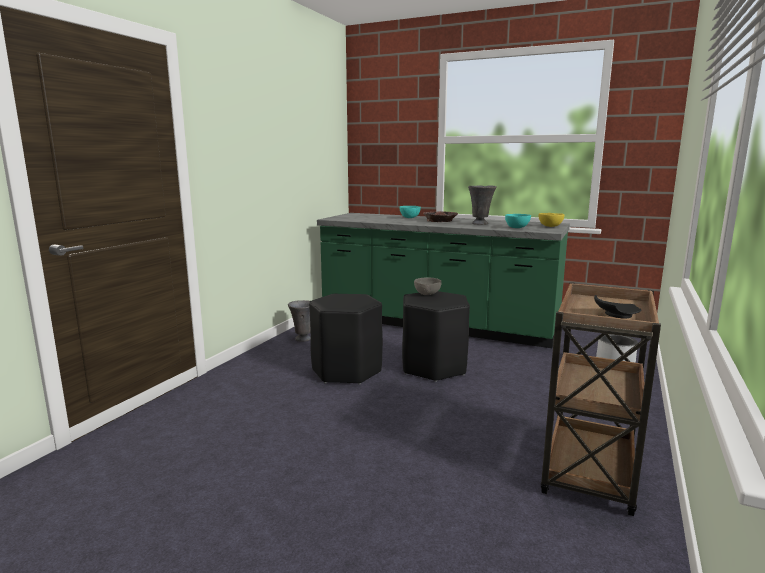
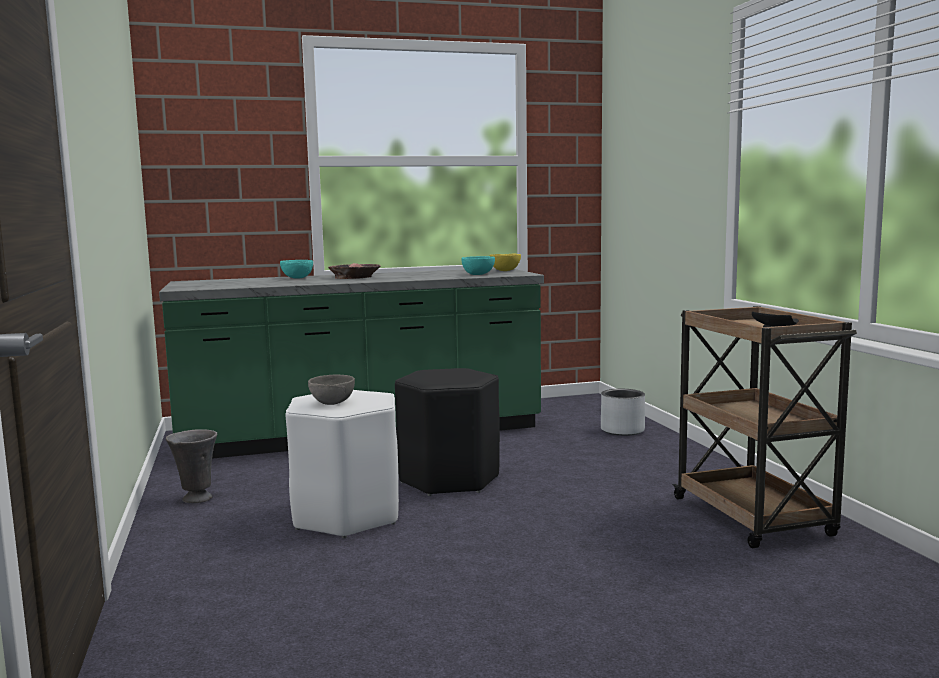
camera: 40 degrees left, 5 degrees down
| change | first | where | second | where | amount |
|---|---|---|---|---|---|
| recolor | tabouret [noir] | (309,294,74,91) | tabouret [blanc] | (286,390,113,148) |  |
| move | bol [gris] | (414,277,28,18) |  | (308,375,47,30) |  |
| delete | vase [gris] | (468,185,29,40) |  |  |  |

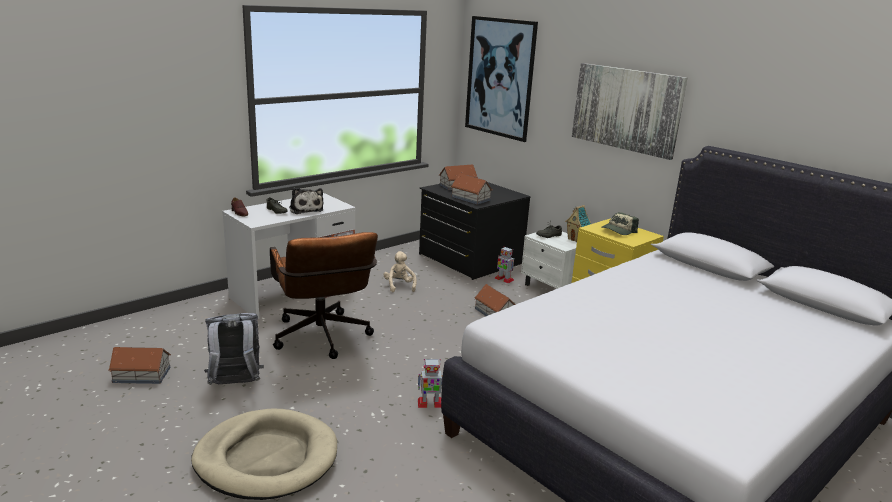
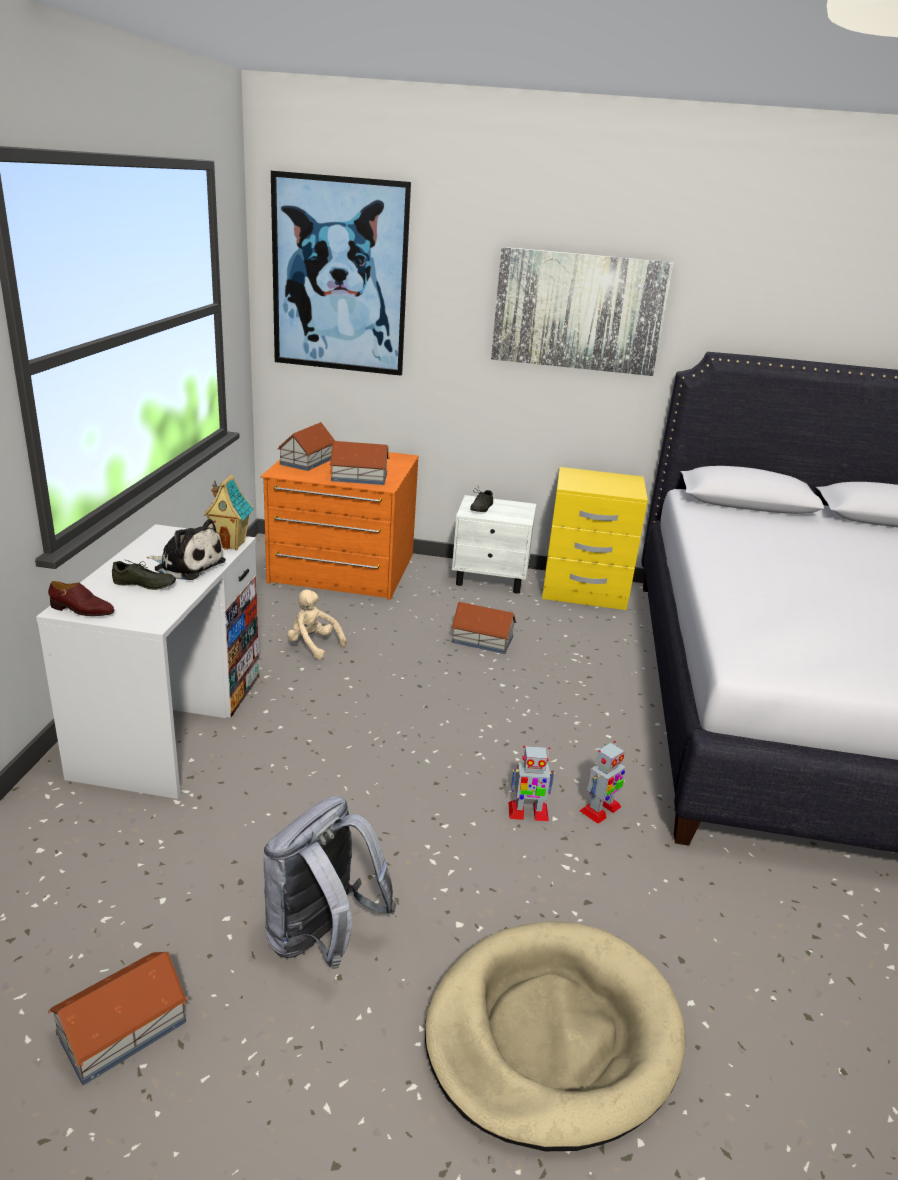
camera: 40 degrees left, 5 degrees up
| change | first | where | second | where | amount |
|---|---|---|---|---|---|
| delete | chaise de bureau [marron] | (270,232,108,127) |  |  |  |
| recolor | commode [noir] | (419,182,112,98) | commode [orange] | (261,452,158,148) |  |
| move | robot jouet | (495,246,19,37) |  | (508,746,47,75) |  |
| move | maison miniature | (565,205,26,37) |  | (203,474,51,76) |  |
| delete | casquette | (601,212,38,23) |  |  |  |

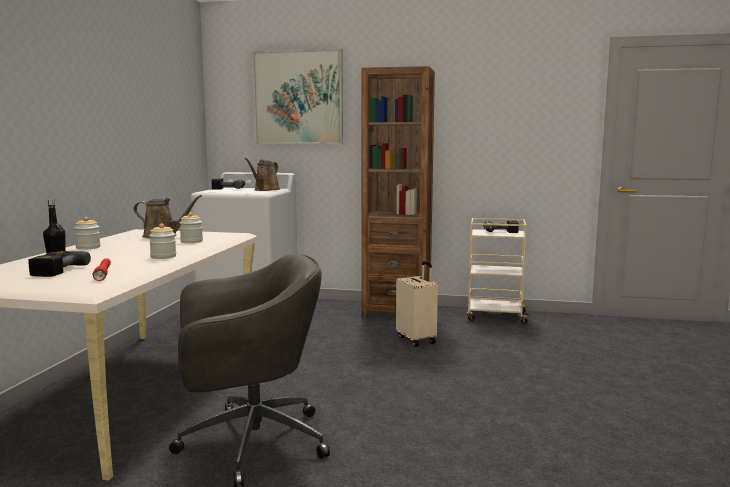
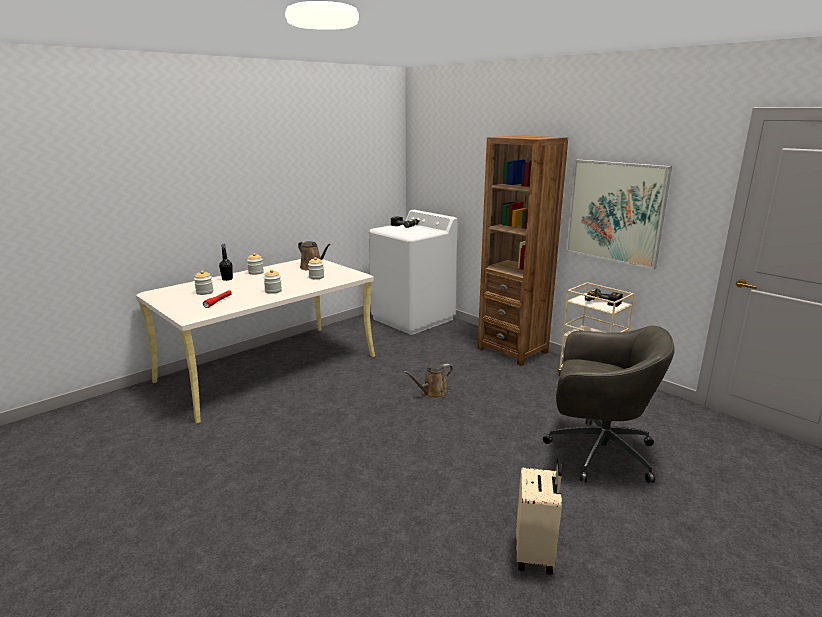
camera: 35 degrees right, 10 degrees up
| change | first | where | second | where | amount |
|---|---|---|---|---|---|
| replace | perceuse | (28,251,63,26) | bocal | (194,271,19,24) |  |
| move | chaise de bureau [gris] | (169,254,161,233) |  | (543,325,132,158) |  |
| move | arrosoir [marron] | (244,158,36,33) |  | (404,364,49,34) |  |
| move | tableau | (252,48,91,96) |  | (566,159,106,110) |  |
| move | valise [beige] | (396,261,42,86) |  | (516,459,46,116) |  |

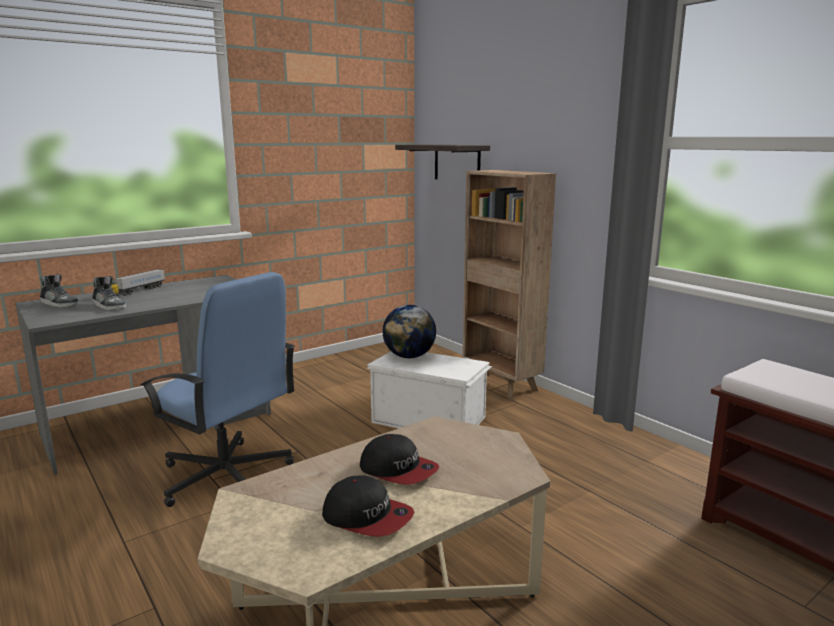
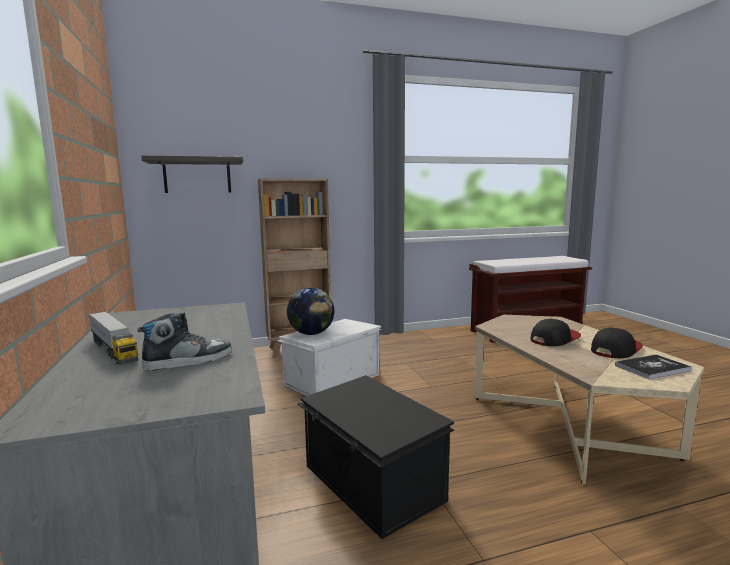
camera: 70 degrees left, 5 degrees down
| change | first | where | second | where | amount |
|---|---|---|---|---|---|
| delete | chaussure | (40,274,39,34) |  |  |  |
| replace | chaise de bureau [bleu] | (140,272,155,235) | boîte de rangement [noir] | (298,375,156,164) |  |
| insert |  |  | livre | (615,355,77,24) |  |

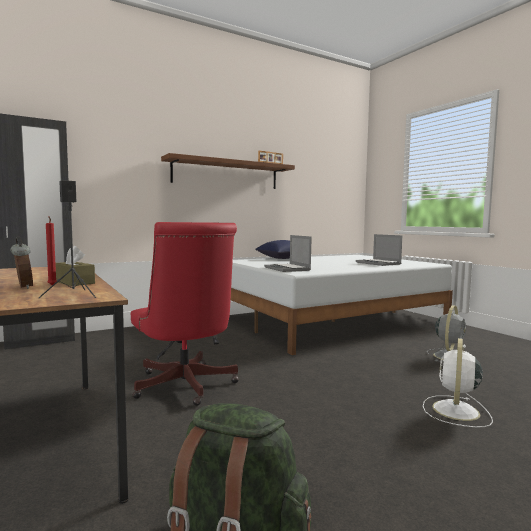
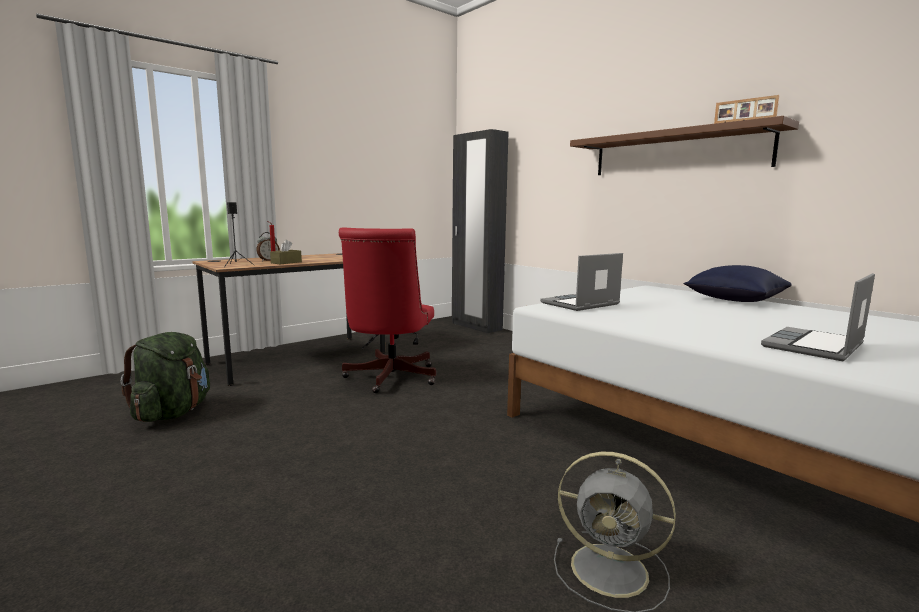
camera: 80 degrees right, 5 degrees up
| change | first | where | second | where | amount |
|---|---|---|---|---|---|
| rotate | chaise de bureau [rouge] | (131,222,108,184) |  | (339,227,97,166) | 45 degrees counterclockwise |
| delete | ventilateur [blanc] | (423,338,70,90) |  |  |  |

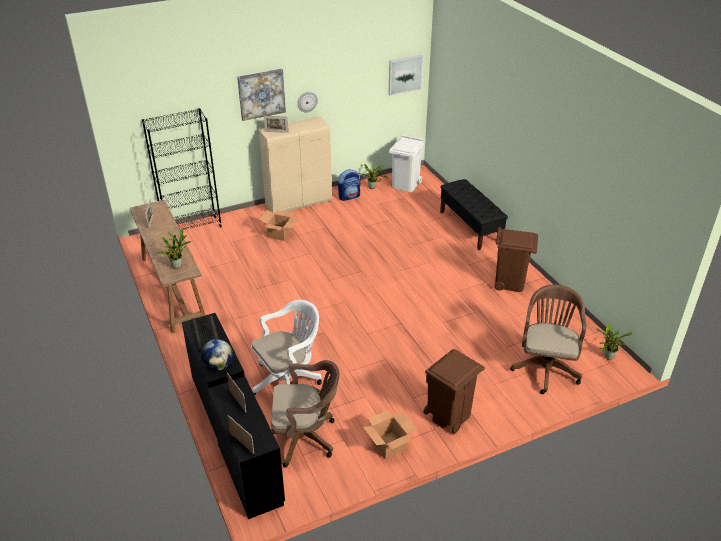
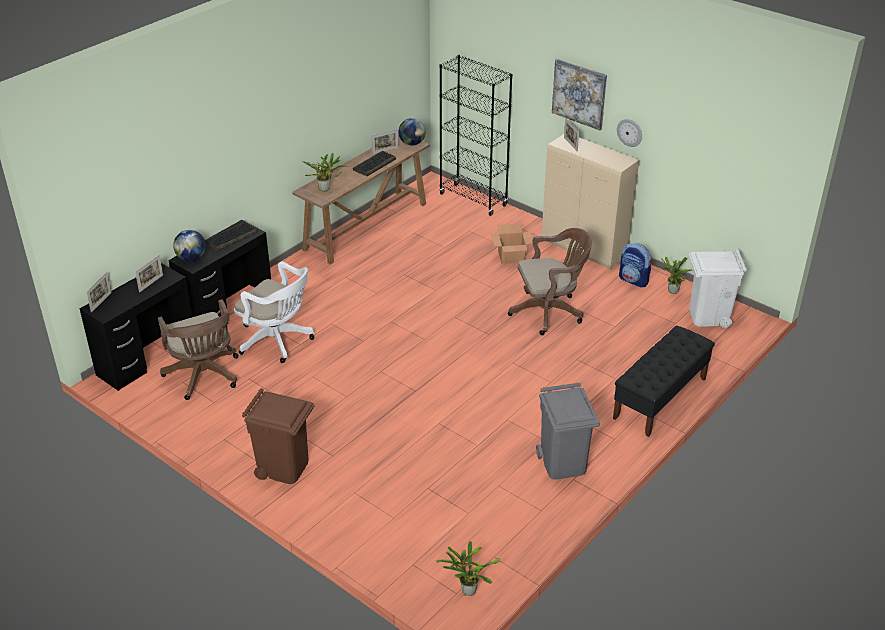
camera: 65 degrees right, 0 degrees up
| change | first | where | second | where | amount |
|---|---|---|---|---|---|
| delete | carton | (363,410,54,49) |  |  |  |
| delete | tableau | (388,55,35,41) |  |  |  |
| recolor | poubelle [marron] | (494,227,44,65) | poubelle [gris] | (536,382,64,98) |  |
| move | chaise de bureau [marron] | (510,284,76,110) |  | (508,228,84,107) |  |
| insert |  |  | clavier | (353,151,43,25) |  |
| insert |  |  | globe | (399,118,27,28) |  |

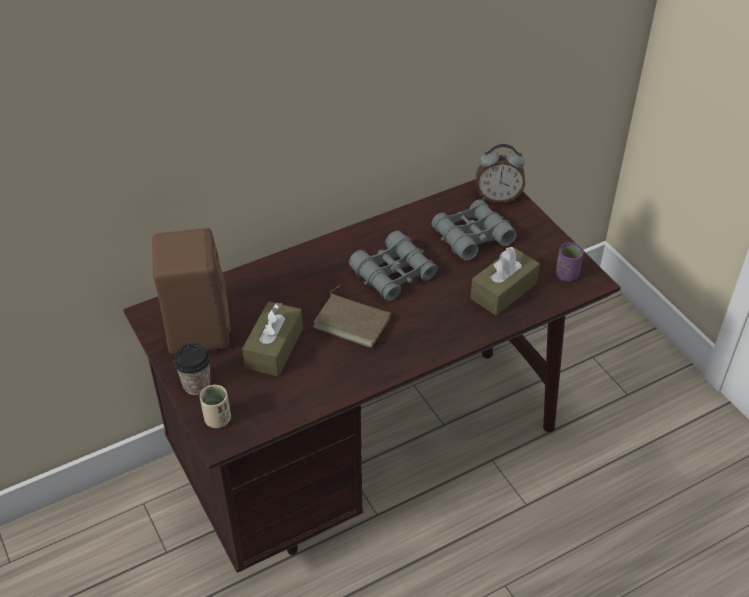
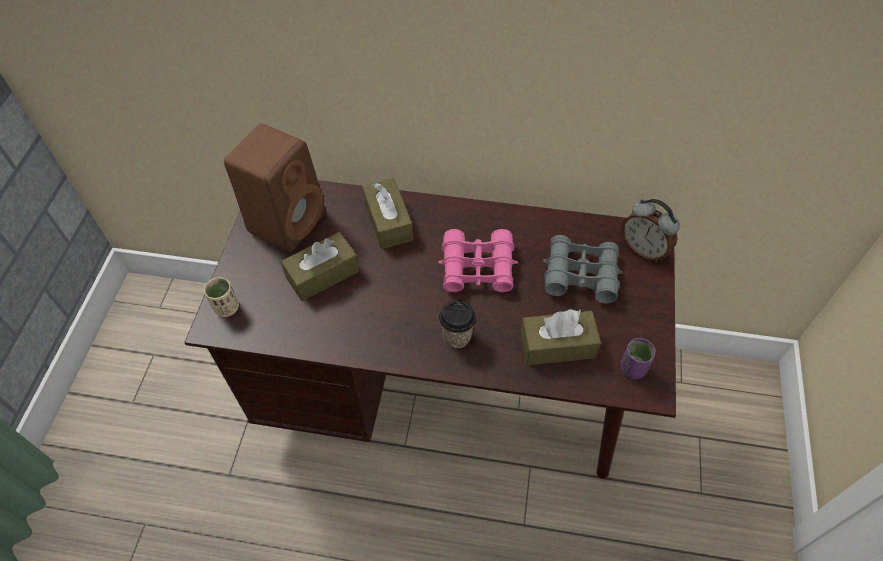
camera: 40 degrees right, 10 degrees up
| change | first | where | second | where | amount |
|---|---|---|---|---|---|
| move | tasse | (174,343,37,52) |  | (439,300,37,48) |  |
| delete | livre [marron] | (313,285,78,63) |  |  |  |
| recolor | jumelles [gris] | (349,230,89,72) | jumelles [rose] | (438,229,80,63) |  |
| insert |  |  | boîte à mouchoirs [marron] | (362,178,51,71) |  |

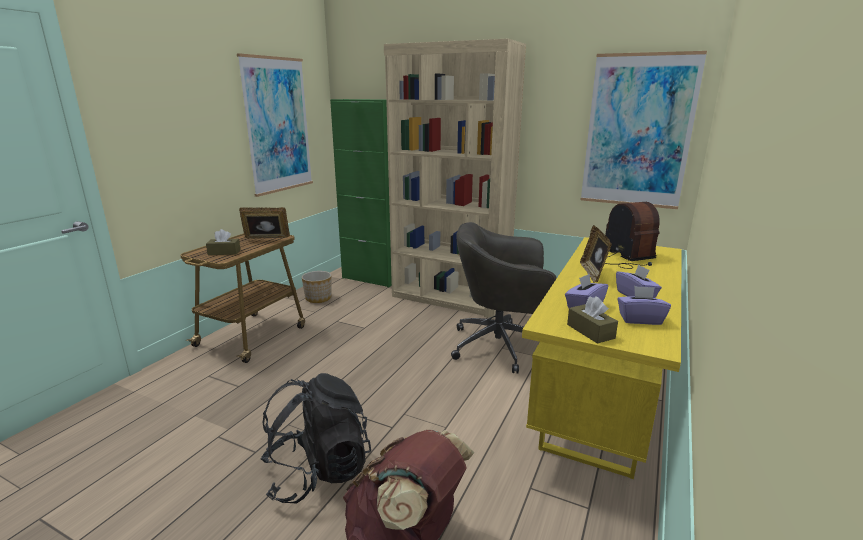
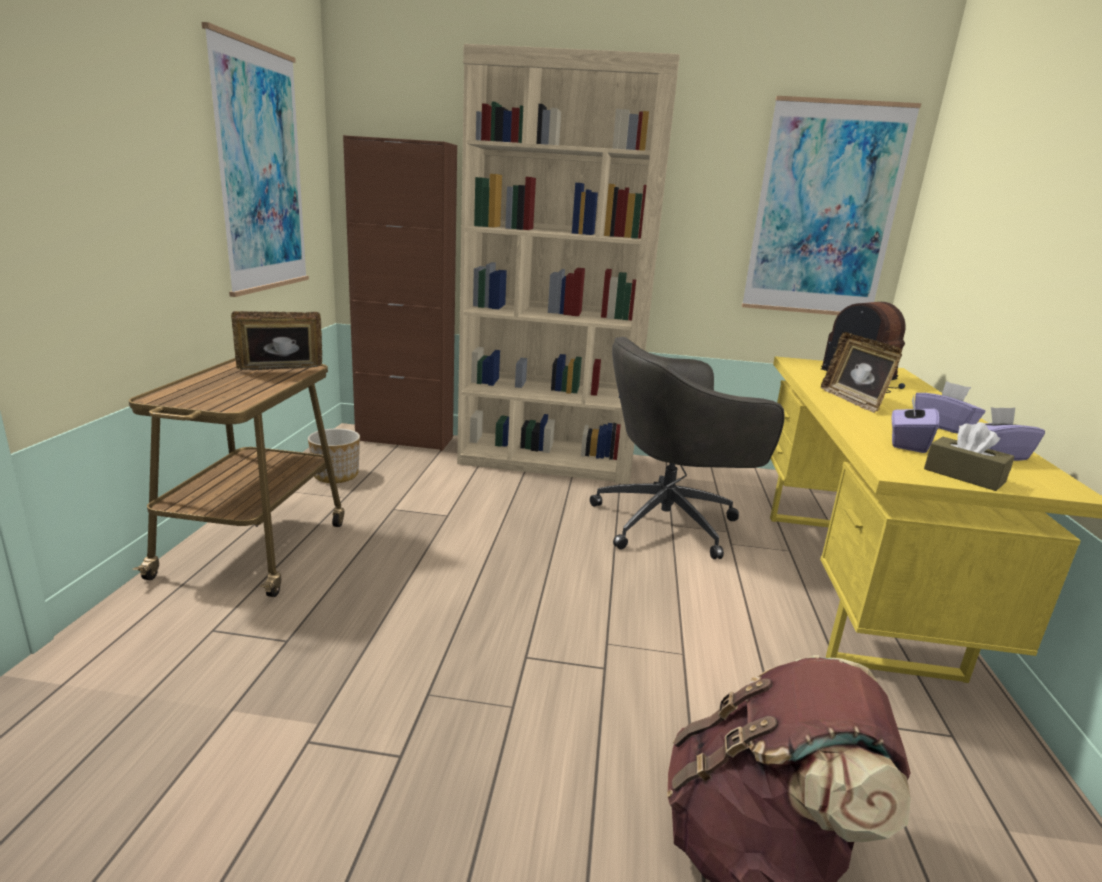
camera: 20 degrees left, 0 degrees up
| change | first | where | second | where | amount |
|---|---|---|---|---|---|
| delete | boîte à mouchoirs [marron] | (206,229,35,26) |  |  |  |
| delete | sac à dos [noir] | (260,373,111,130) |  |  |  |
| recolor | meuble de rangement [vert] | (330,99,62,189) | meuble de rangement [marron] | (343,135,114,316) |  |

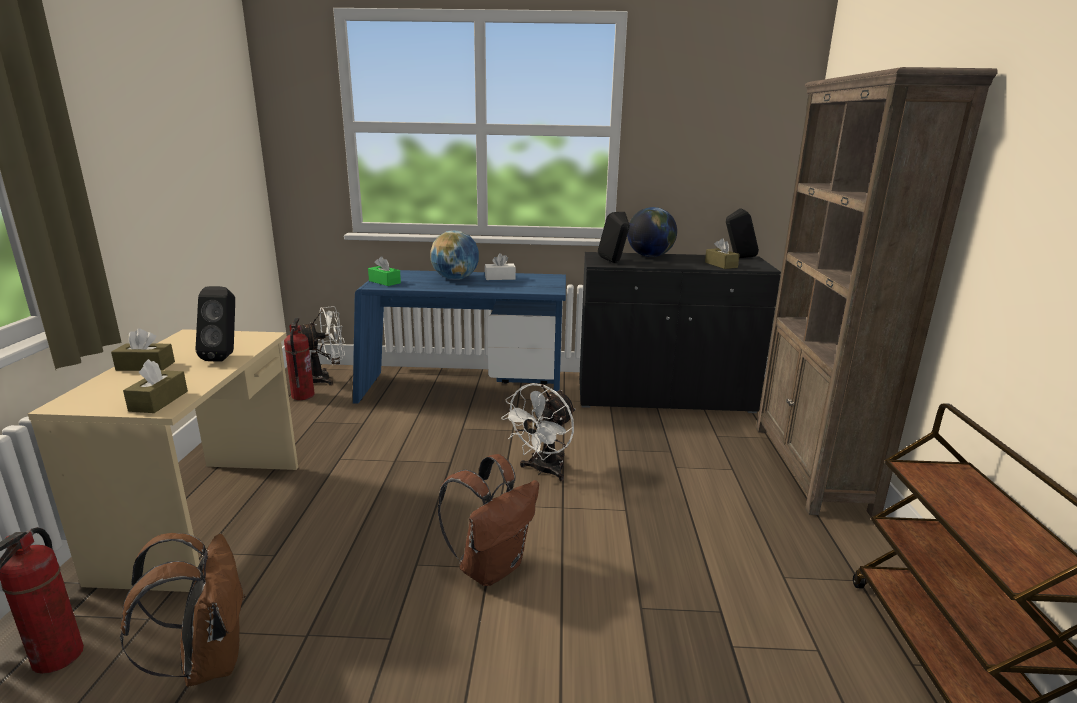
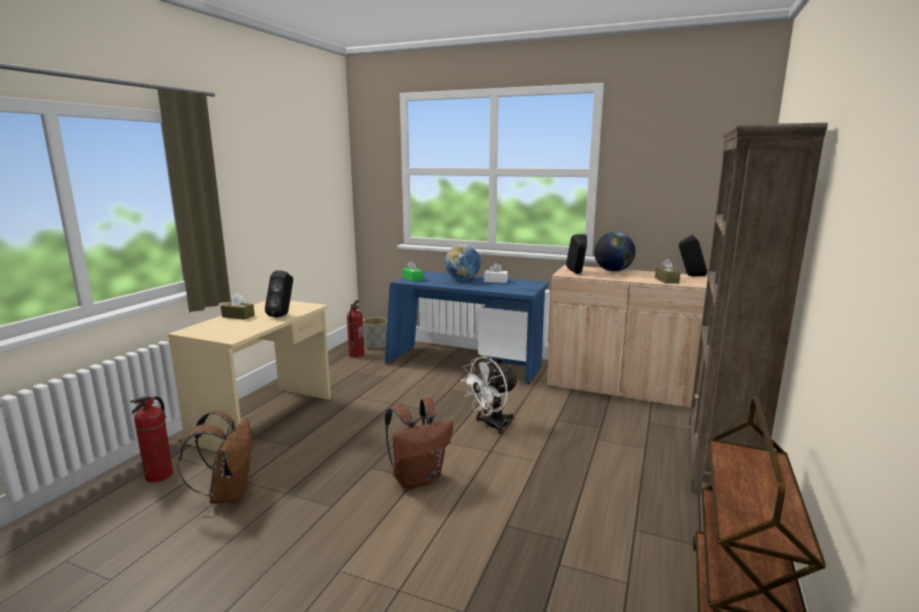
camera: 20 degrees right, 5 degrees down
| change | first | where | second | where | amount |
|---|---|---|---|---|---|
| delete | boîte à mouchoirs [marron] | (123,359,65,54) |  |  |  |
| replace | ventilateur [blanc] | (297,306,48,79) | cache-pot [gris] | (363,317,24,32) |  |
| recolor | meuble de rangement [noir] | (579,252,202,161) | meuble de rangement [beige] | (547,265,161,144) |  |

